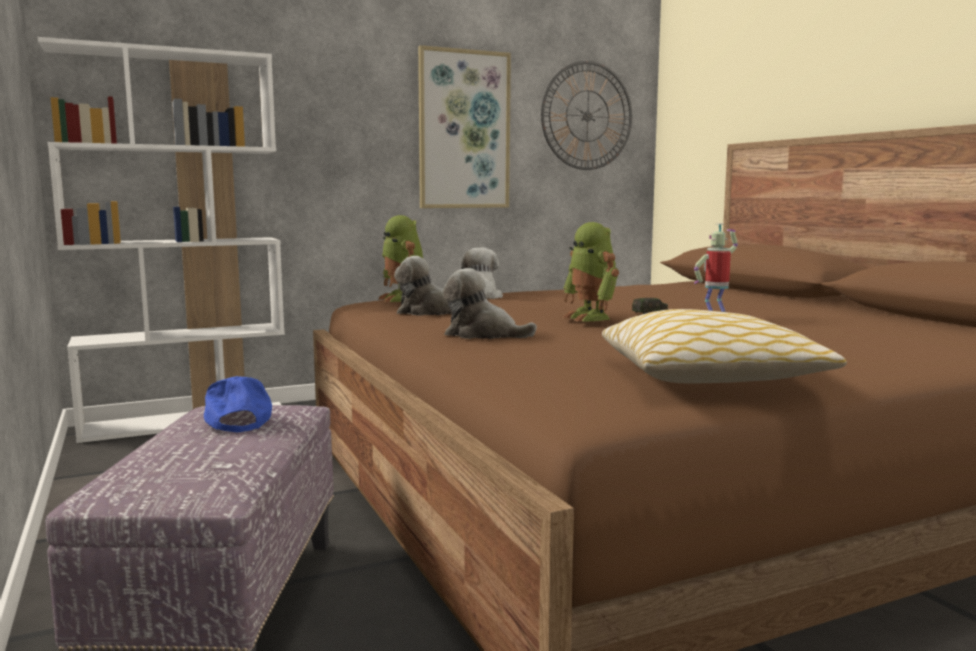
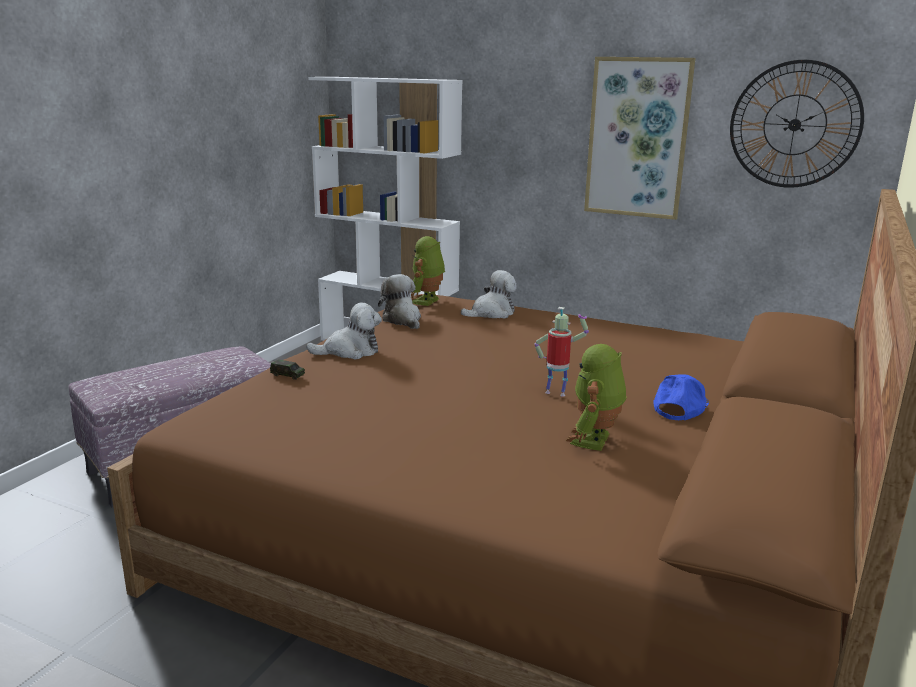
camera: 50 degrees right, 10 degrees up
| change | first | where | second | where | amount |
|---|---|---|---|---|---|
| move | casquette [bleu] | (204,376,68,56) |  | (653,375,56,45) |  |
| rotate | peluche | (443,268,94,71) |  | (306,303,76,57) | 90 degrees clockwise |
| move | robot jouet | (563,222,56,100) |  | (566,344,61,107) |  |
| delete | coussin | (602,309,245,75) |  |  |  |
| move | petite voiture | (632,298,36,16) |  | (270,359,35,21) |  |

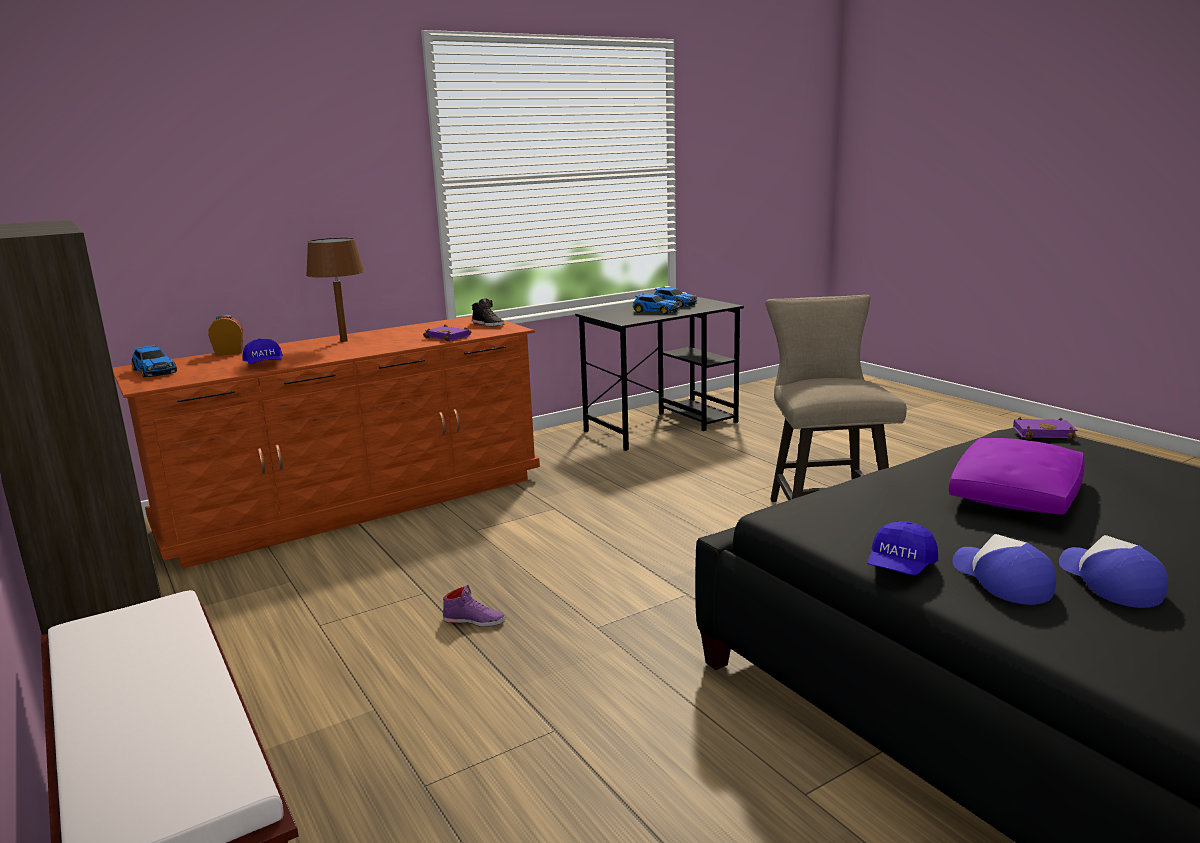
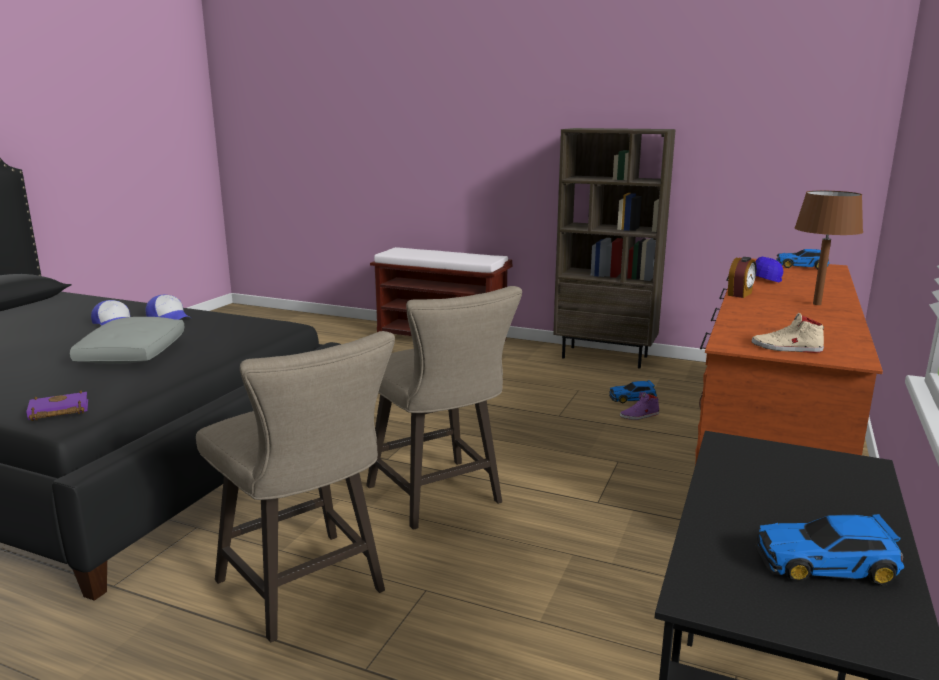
camera: 145 degrees right, 0 degrees up
| change | first | where | second | where | amount |
|---|---|---|---|---|---|
| move | réveil | (208,315,35,41) |  | (728,257,29,41) |  |
| delete | livre [violet] | (423,325,48,16) |  |  |  |
| move | chaussure [violet] | (443,585,62,42) |  | (620,392,39,28) |  |
| recolor | chaussure [noir] | (472,299,32,28) | chaussure [beige] | (752,313,72,40) |  |
| move | petite voiture | (633,293,47,21) |  | (609,380,48,23) |  |
| delete | casquette [bleu] | (867,522,71,53) |  |  |  |
| recolor | coussin [violet] | (949,438,136,77) | coussin [gris] | (70,317,115,47) |  |
| insert |  |  | tabouret [beige] | (366,286,156,244) |  |

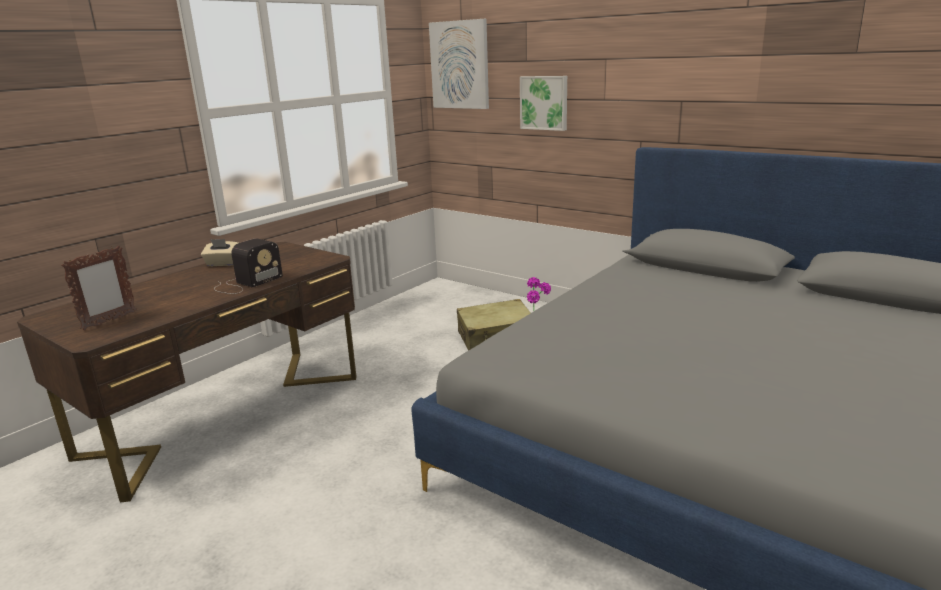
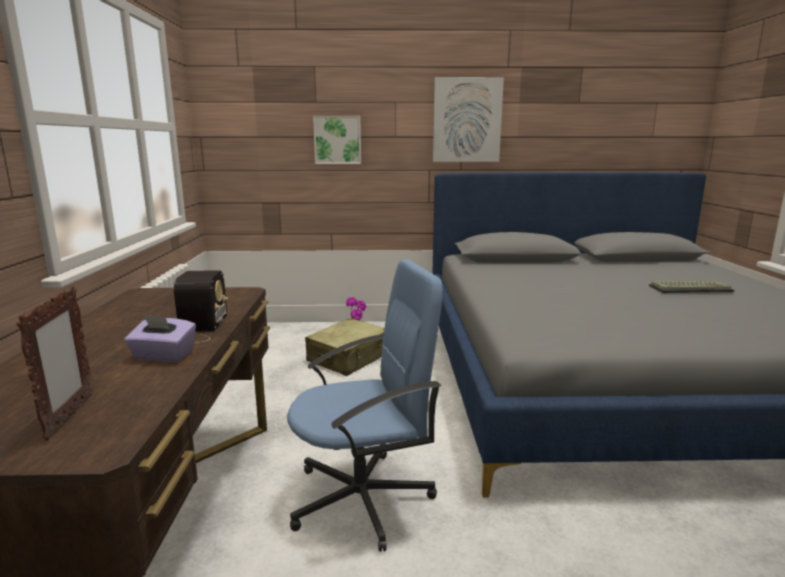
camera: 40 degrees left, 5 degrees down
| change | first | where | second | where | amount |
|---|---|---|---|---|---|
| delete | boîte à mouchoirs [beige] | (201,239,37,27) |  |  |  |
| move | tableau | (429,19,60,90) |  | (433,77,71,85) |  |
| insert |  |  | boîte à mouchoirs [violet] | (124,315,72,47) |  |
| insert |  |  | chaise de bureau [bleu] | (287,259,156,293) |  |
| insert |  |  | clavier | (649,281,85,12) |  |

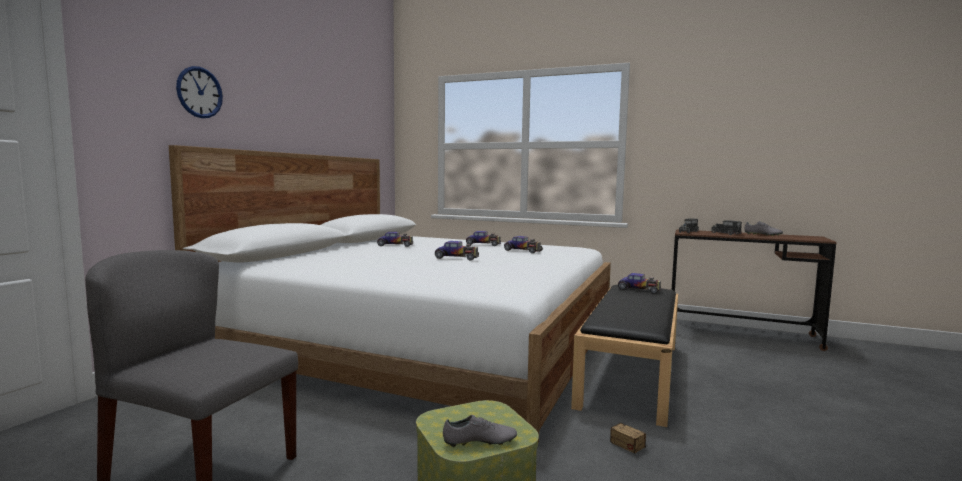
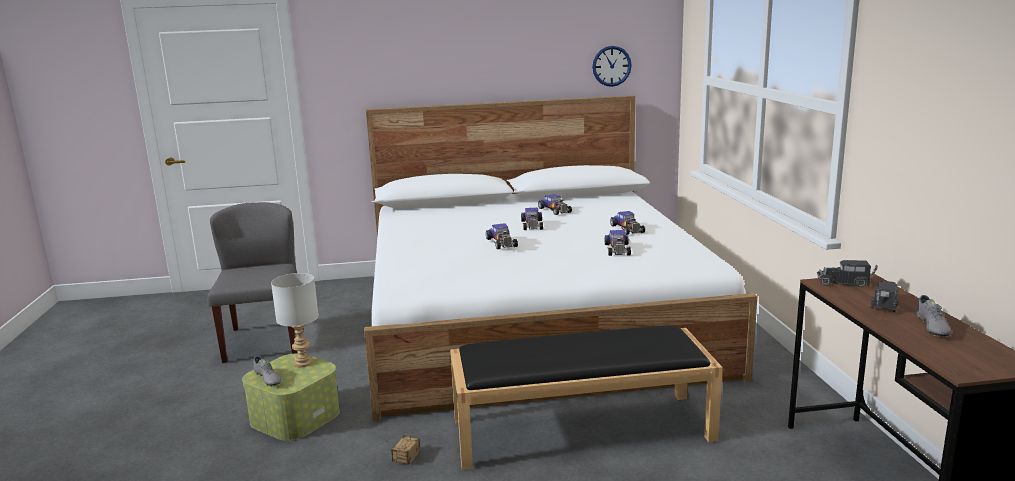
camera: 60 degrees right, 10 degrees up
| change | first | where | second | where | amount |
|---|---|---|---|---|---|
| move | horloge murale | (176,66,47,52) |  | (592,46,40,41) |  |
| move | petite voiture | (618,273,43,21) |  | (521,208,22,22) |  |
| insert |  |  | lampe de table [gris] | (271,273,48,95) |  |

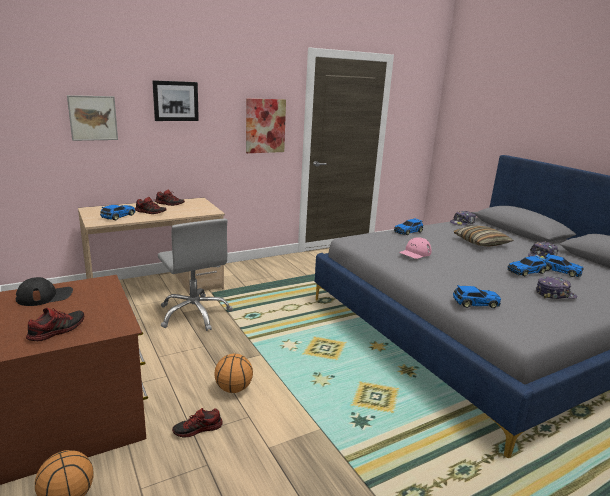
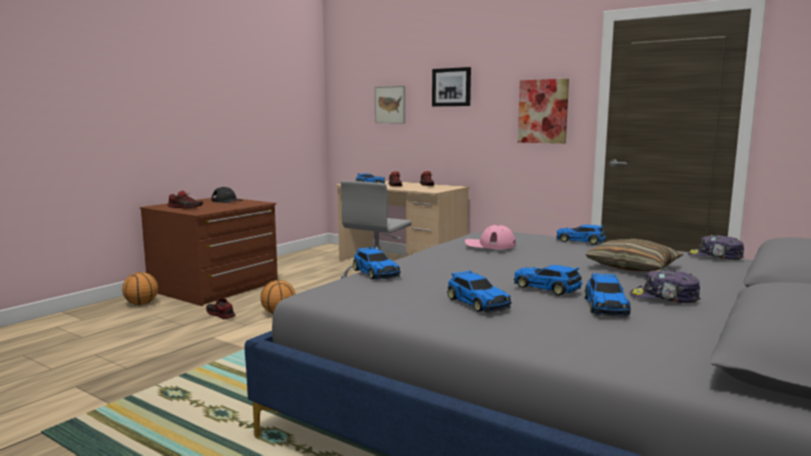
camera: 65 degrees right, 10 degrees down
| change | first | where | second | where | amount |
|---|---|---|---|---|---|
| replace | casquette | (536,276,41,23) | petite voiture | (447,271,64,42) |  |

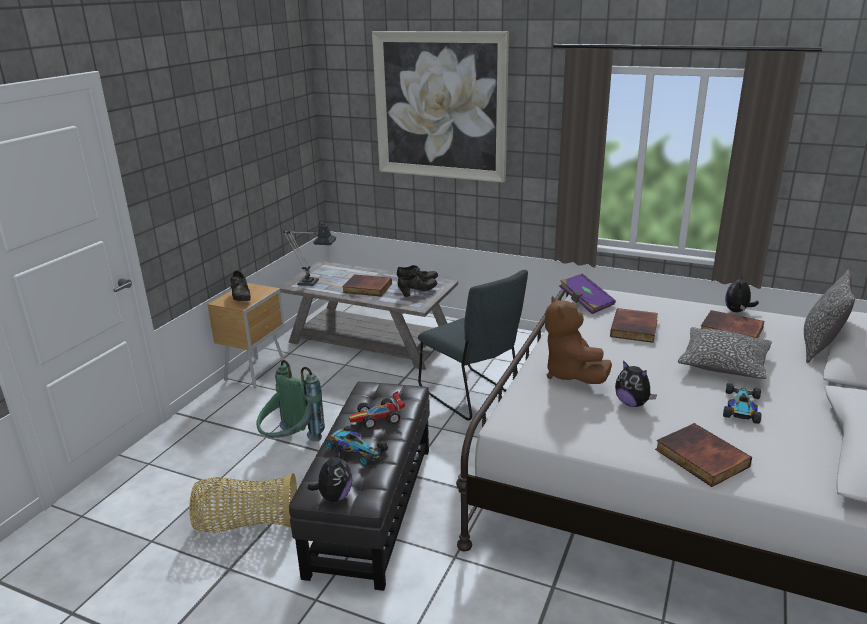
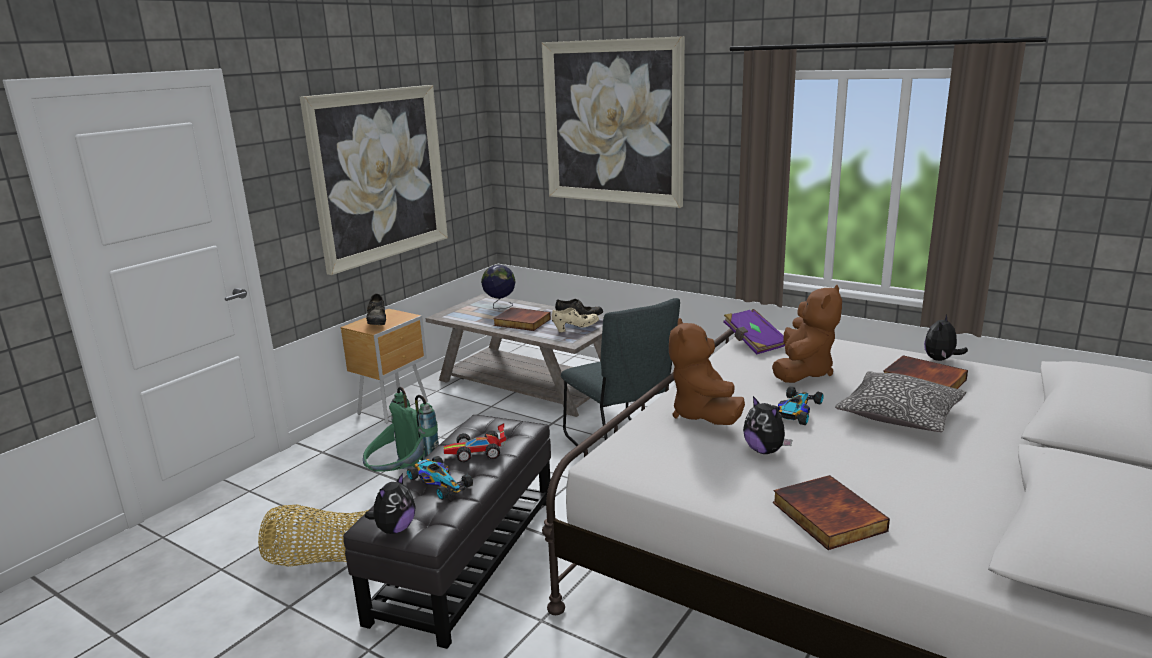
camera: 10 degrees right, 5 degrees down
| change | first | where | second | where | amount |
|---|---|---|---|---|---|
| delete | lampe de table | (283,220,53,66) |  |  |  |
| recolor | chaussure [noir] | (398,274,39,23) | chaussure [beige] | (551,308,48,24) |  |
| replace | livre | (610,308,48,35) | peluche [marron] | (772,285,70,98) |  |
| move | petite voiture | (723,383,39,41) |  | (772,386,52,39) |  |
| delete | coussin | (804,270,51,93) |  |  |  |
| insert |  |  | tableau | (300,85,148,190) |  |
| insert |  |  | globe | (481,265,35,44) |  |

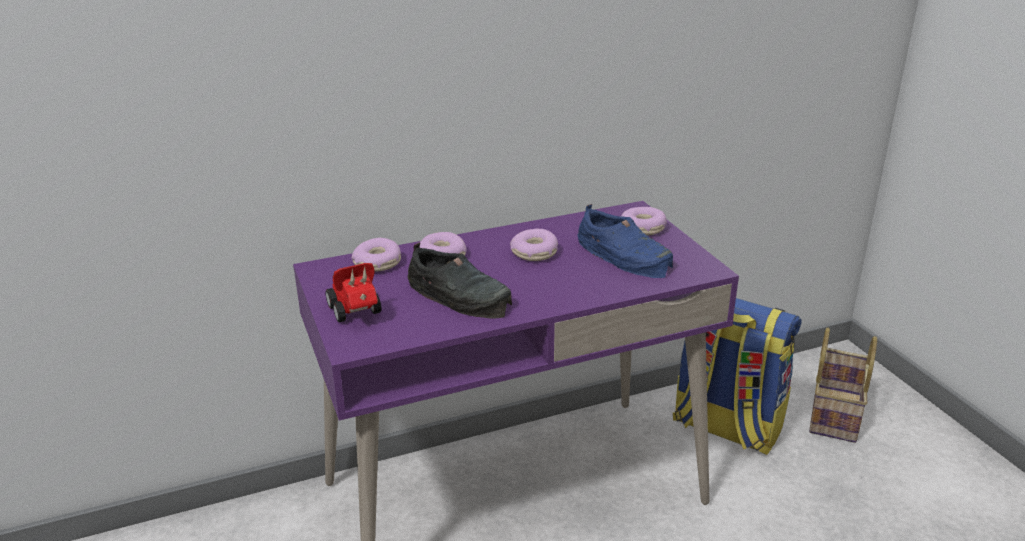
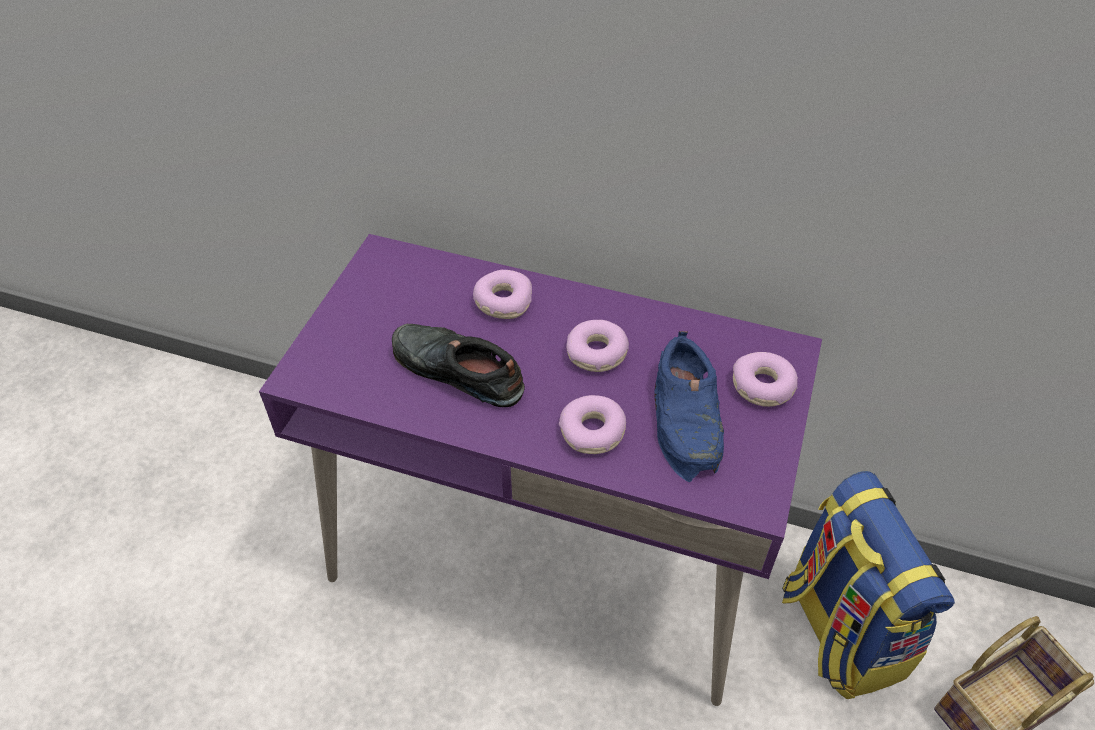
camera: 40 degrees right, 20 degrees up
| change | first | where | second | where | amount |
|---|---|---|---|---|---|
| delete | petite voiture | (325,263,56,59) |  |  |  |
| move | beignet | (352,238,49,34) |  | (559,395,67,59) |  |
| rotate | chaussure [noir] | (408,242,104,77) |  | (392,324,133,83) | 135 degrees clockwise |

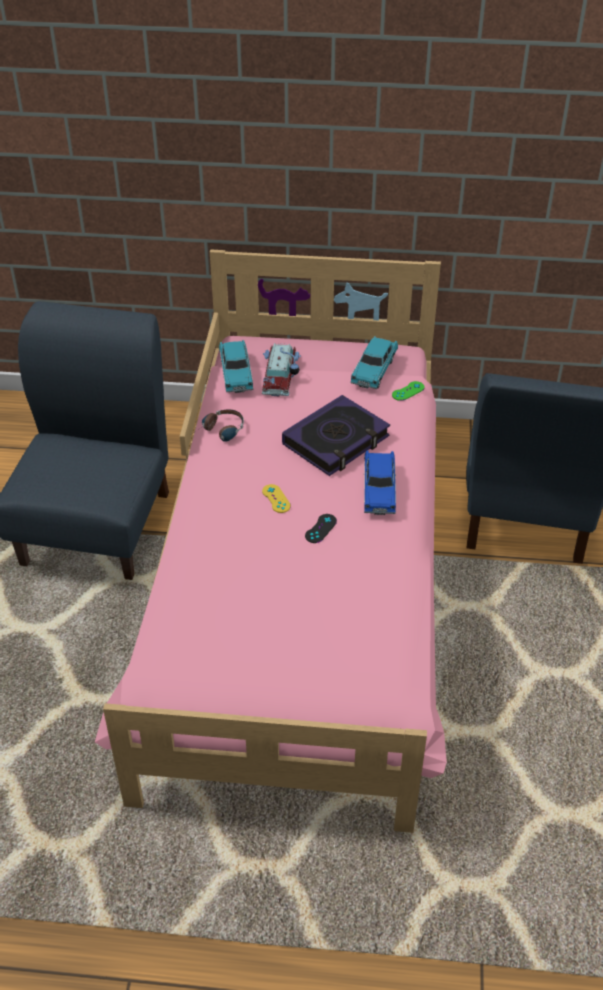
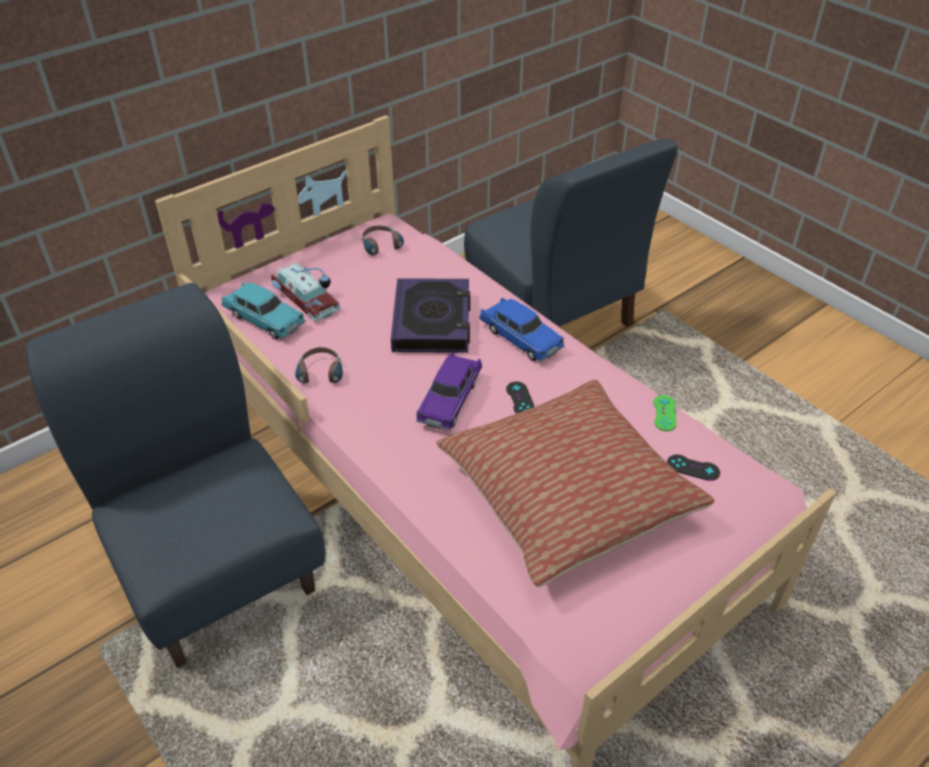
camera: 45 degrees left, 0 degrees up
| change | first | where | second | where | amount |
|---|---|---|---|---|---|
| replace | manette [jaune] | (262,484,29,29) | petite voiture [violet] | (416,352,66,78) |  |
| replace | petite voiture [turquoise] | (351,336,47,53) | casque audio | (361,226,43,30) |  |
| move | manette [vert] | (392,381,33,20) |  | (653,395,24,36) |  |
| insert |  |  | coussin | (436,380,279,207) |  |
| insert |  |  | manette [noir] | (667,454,53,27) |  |

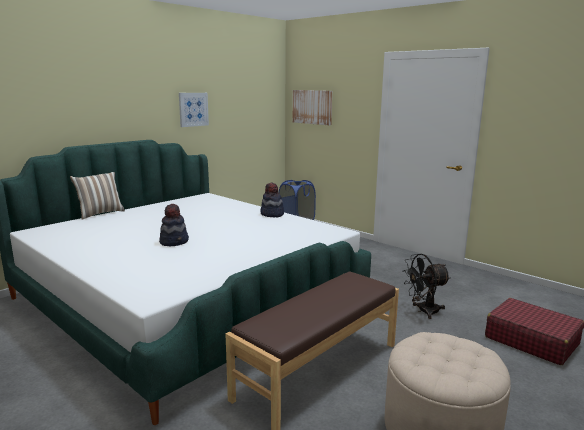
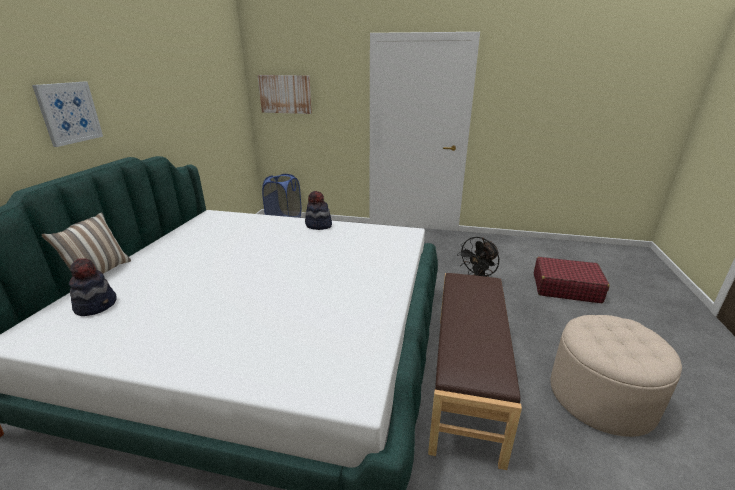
camera: 30 degrees left, 10 degrees up
| change | first | where | second | where | amount |
|---|---|---|---|---|---|
| move | chapeau | (159,204,30,42) |  | (69,258,48,58) |  |
| move | tableau | (179,93,30,34) |  | (32,82,71,65) |  |

